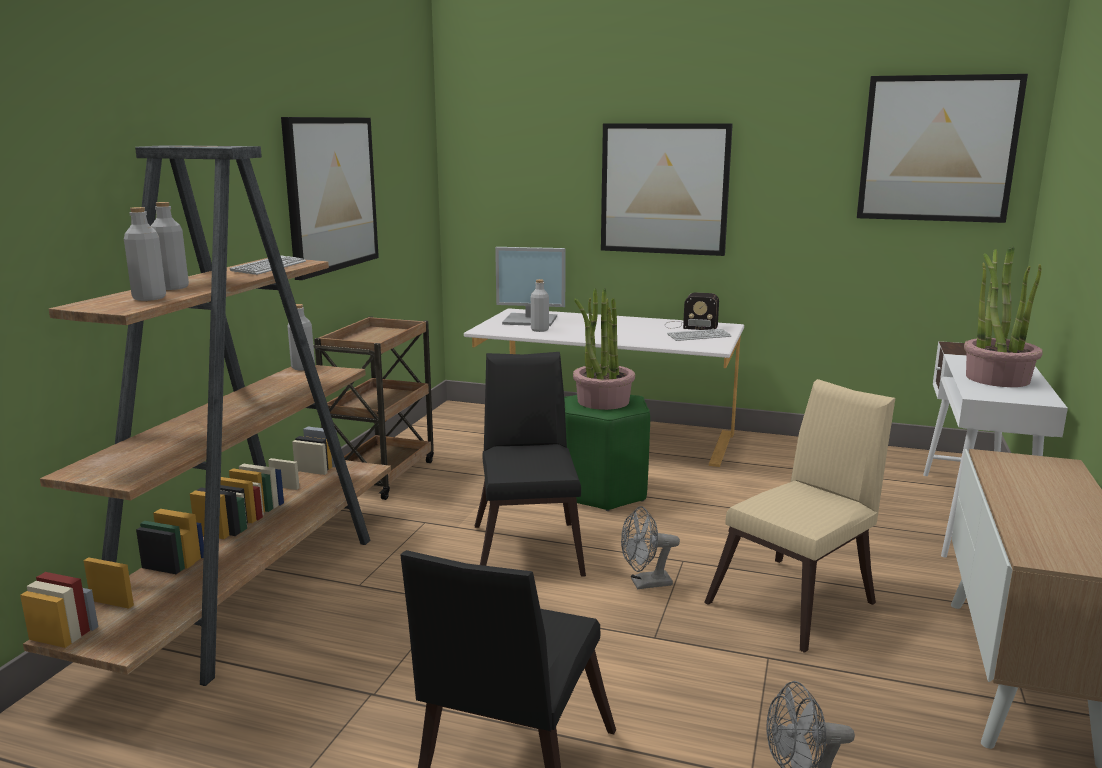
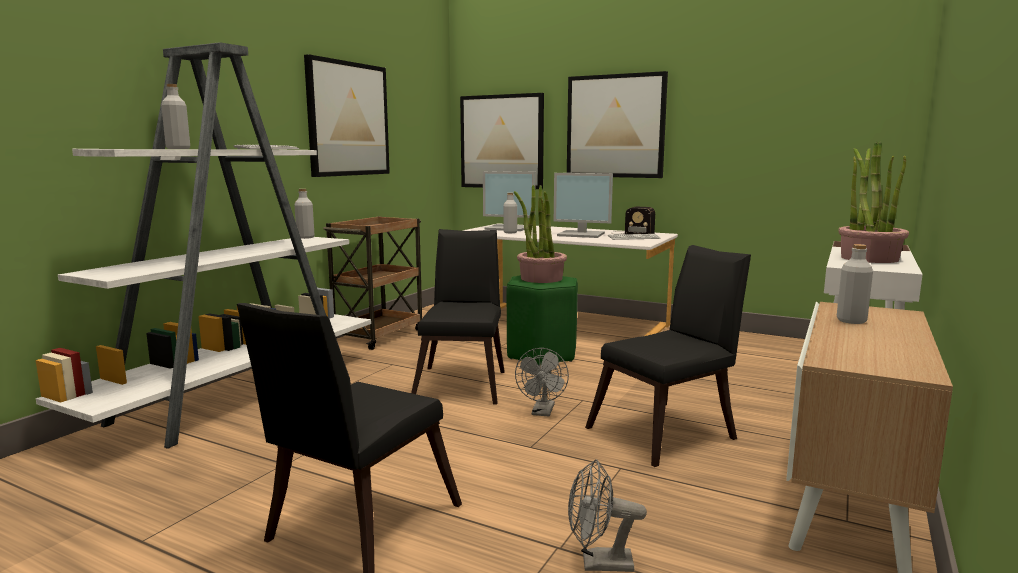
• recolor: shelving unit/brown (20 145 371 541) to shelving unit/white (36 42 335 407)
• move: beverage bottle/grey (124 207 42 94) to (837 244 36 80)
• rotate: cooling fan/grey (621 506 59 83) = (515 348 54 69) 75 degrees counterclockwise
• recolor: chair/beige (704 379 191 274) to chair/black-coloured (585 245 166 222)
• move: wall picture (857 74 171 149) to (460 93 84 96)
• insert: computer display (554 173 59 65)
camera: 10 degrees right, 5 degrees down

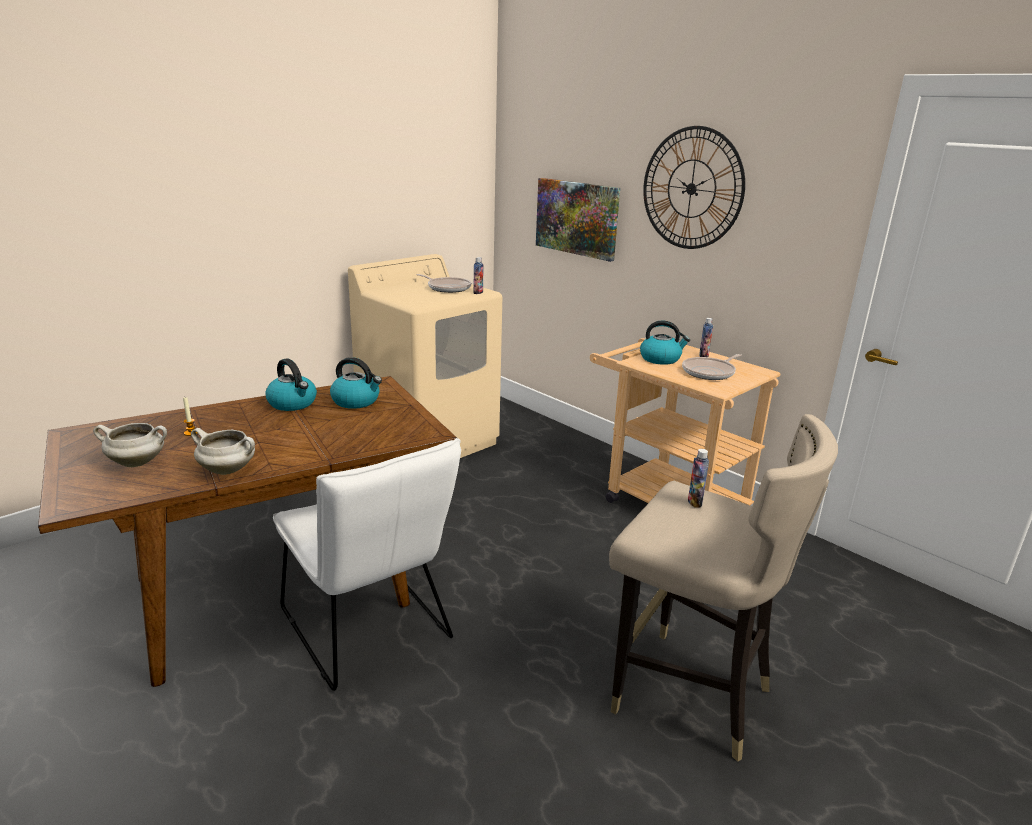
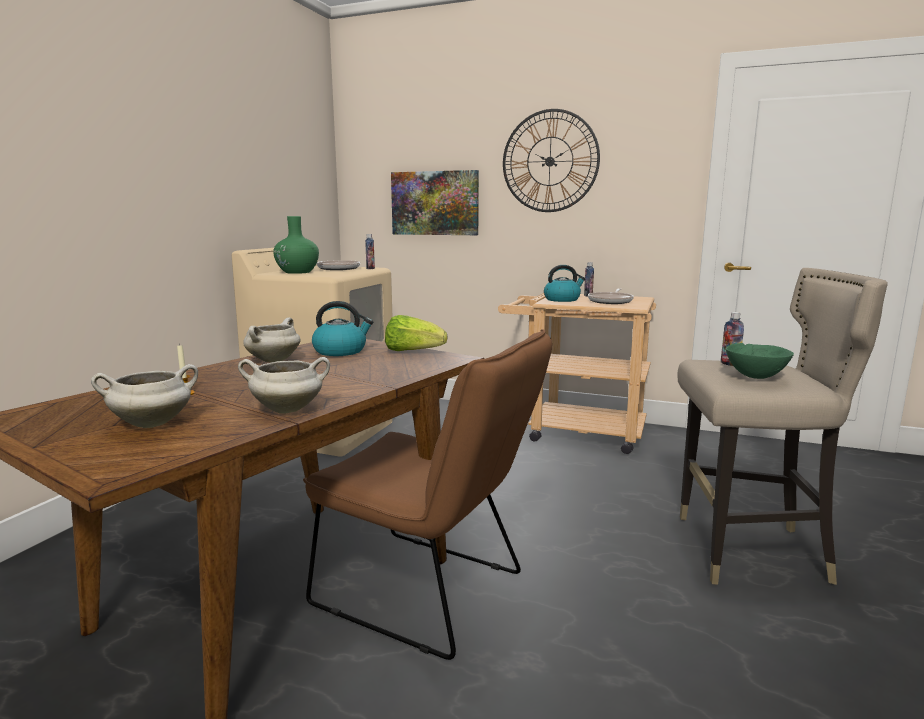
• replace: water kettle (265 359 52 52) to stockpot/white (243 318 58 44)
• recolor: chair/white (273 438 188 253) to chair/brown (303 329 249 331)
• insert: flower vase/greenish (273 216 46 58)
• insert: lettuce head (385 315 62 36)
• insert: deep dish/greenish (726 343 68 36)
camera: 25 degrees left, 10 degrees down

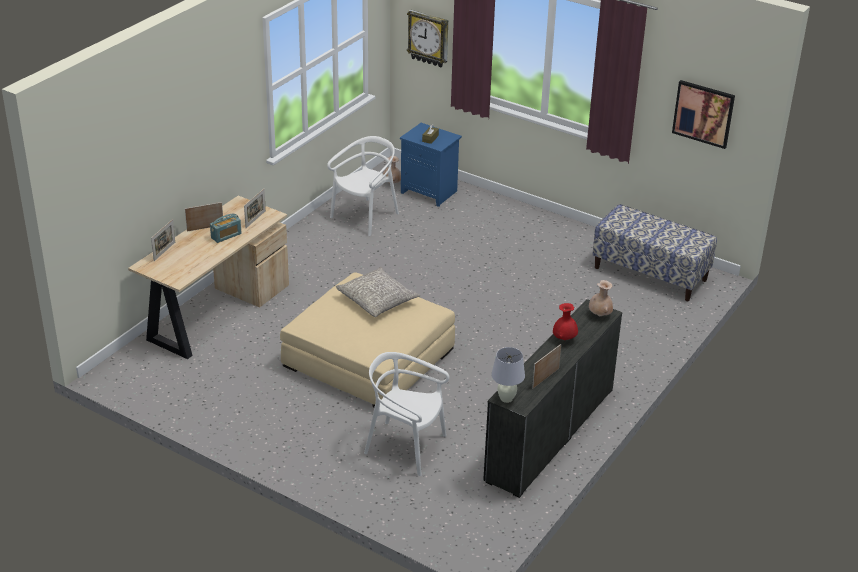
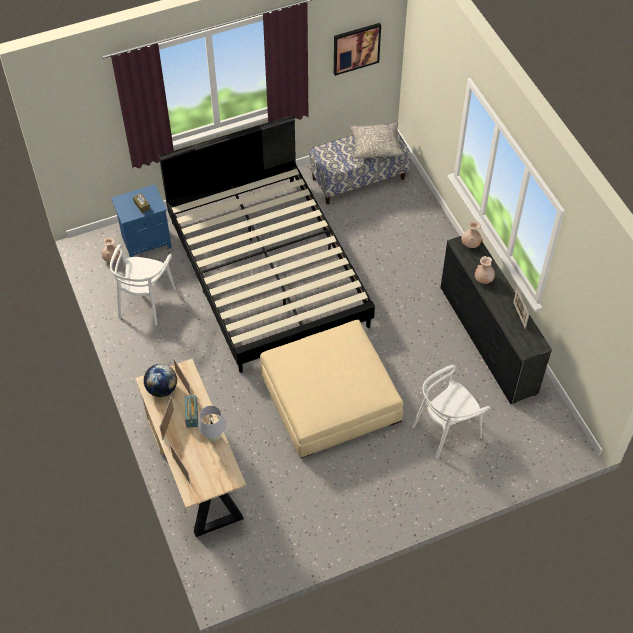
• rotate: chair/white (327 136 72 100) = (110 244 66 82) 150 degrees counterclockwise
• move: cushion/grey (336 267 84 50) to (349 123 55 36)
• delete: wall clock (407 9 41 58)
• move: lamp for a table/white (491 347 34 56) to (198 406 28 36)
• recolor: flower vase/red (553 303 25 37) to flower vase/beige (475 256 20 28)
• insert: world globe (144 364 33 33)
• insert: bed/black-coloured (159 115 216 258)
camera: 55 degrees left, 20 degrees up

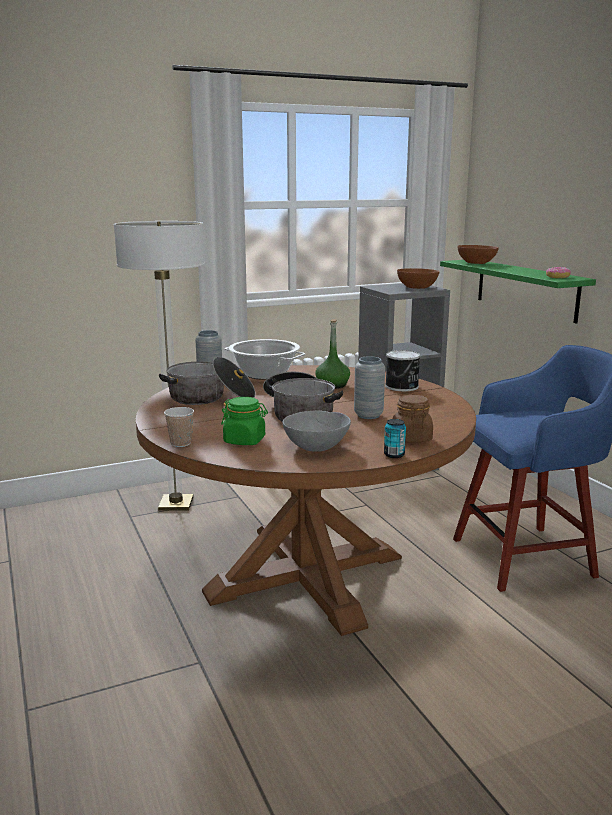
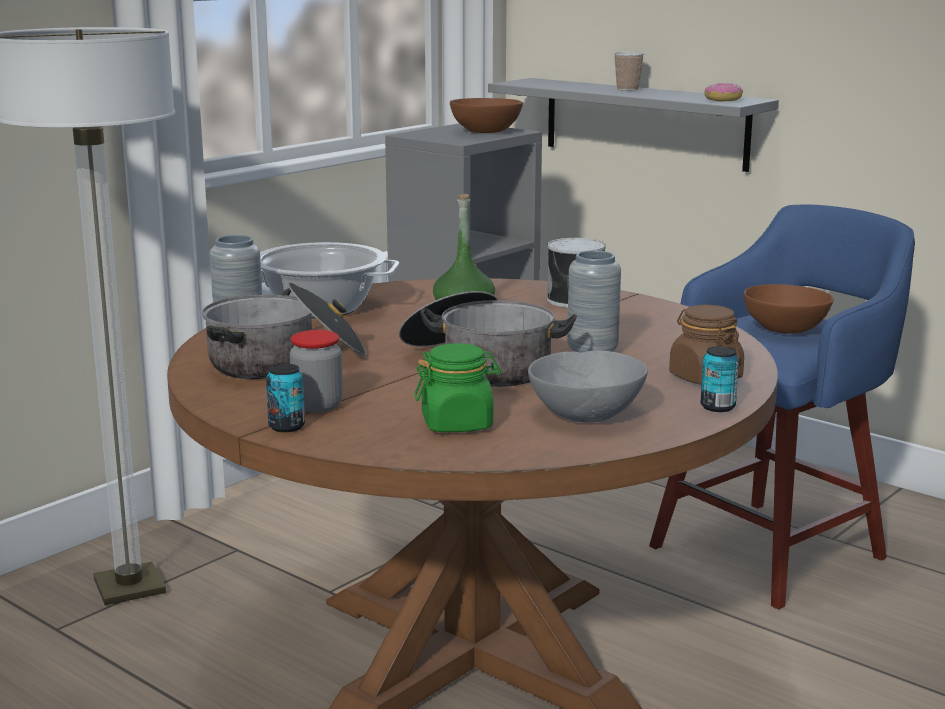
• move: cup (164 407 30 40) to (613 52 31 39)
• recolor: wall shelf/greenish (440 260 156 64) to wall shelf/grey (488 78 291 94)
• move: deep dish/brown (458 245 41 19) to (744 284 90 50)
• insert: metal can (266 364 39 68)
• insert: preserve jar (290 330 53 83)
camera: 25 degrees left, 0 degrees up

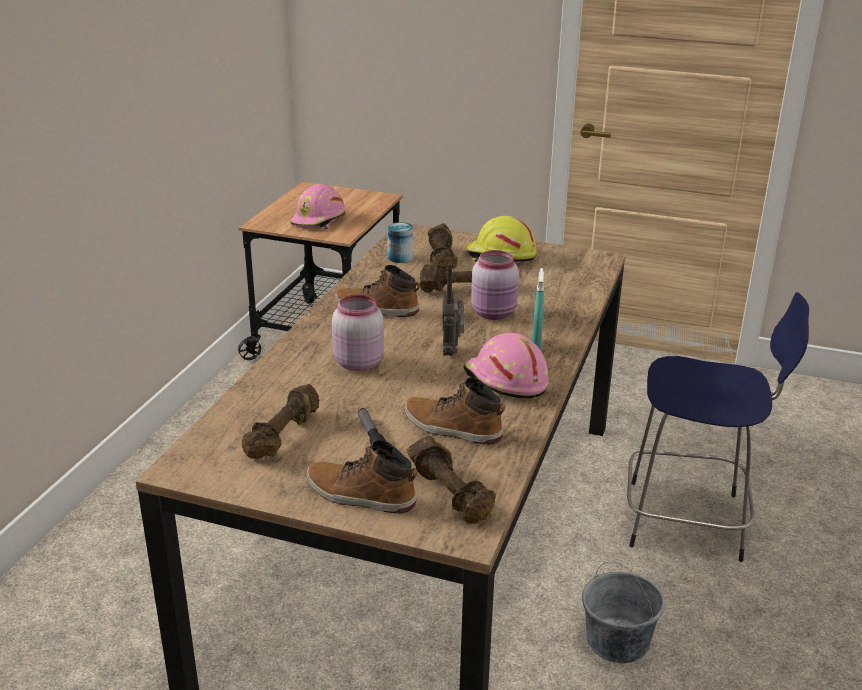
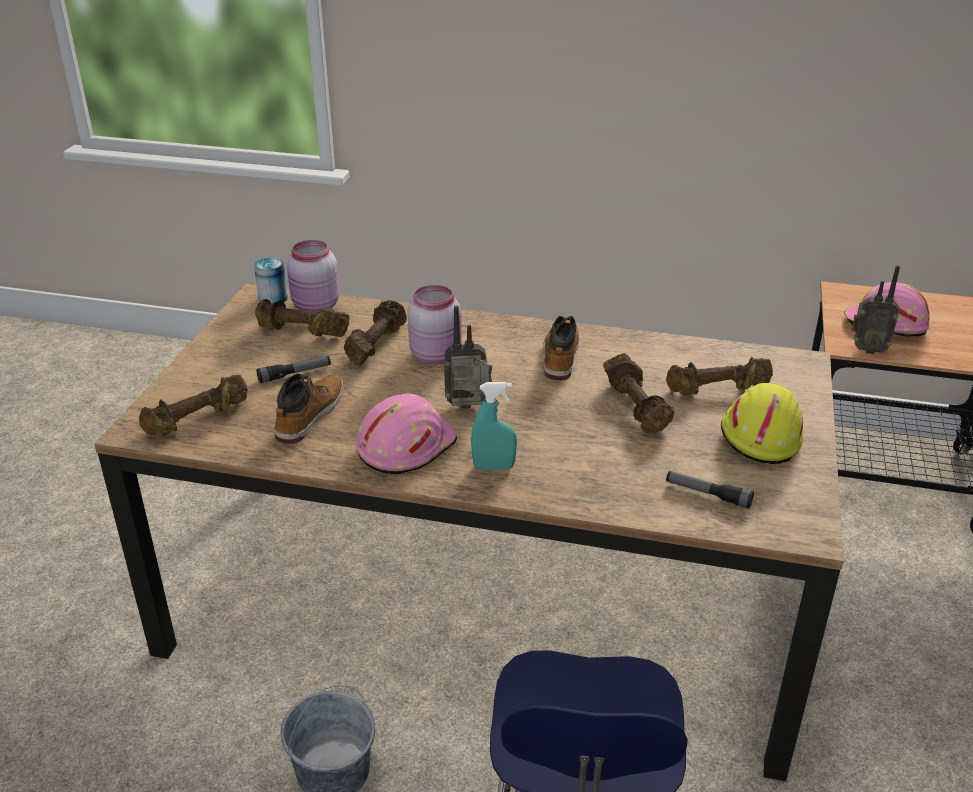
• delete: high-top boot (307 440 111 74)
• move: metal can (388 222 25 41) to (254 257 34 47)
• move: preserve jar/pink-coloured (471 250 48 70) to (287 240 52 73)
• insert: dumbbell/brown (344 300 63 65)
• insert: hand torch (666 471 88 38)
• insert: radio set (851 265 49 89)
camera: 85 degrees right, 5 degrees up

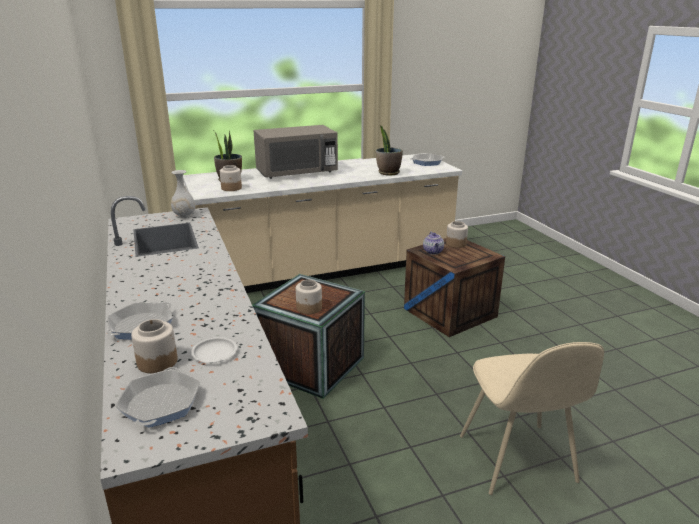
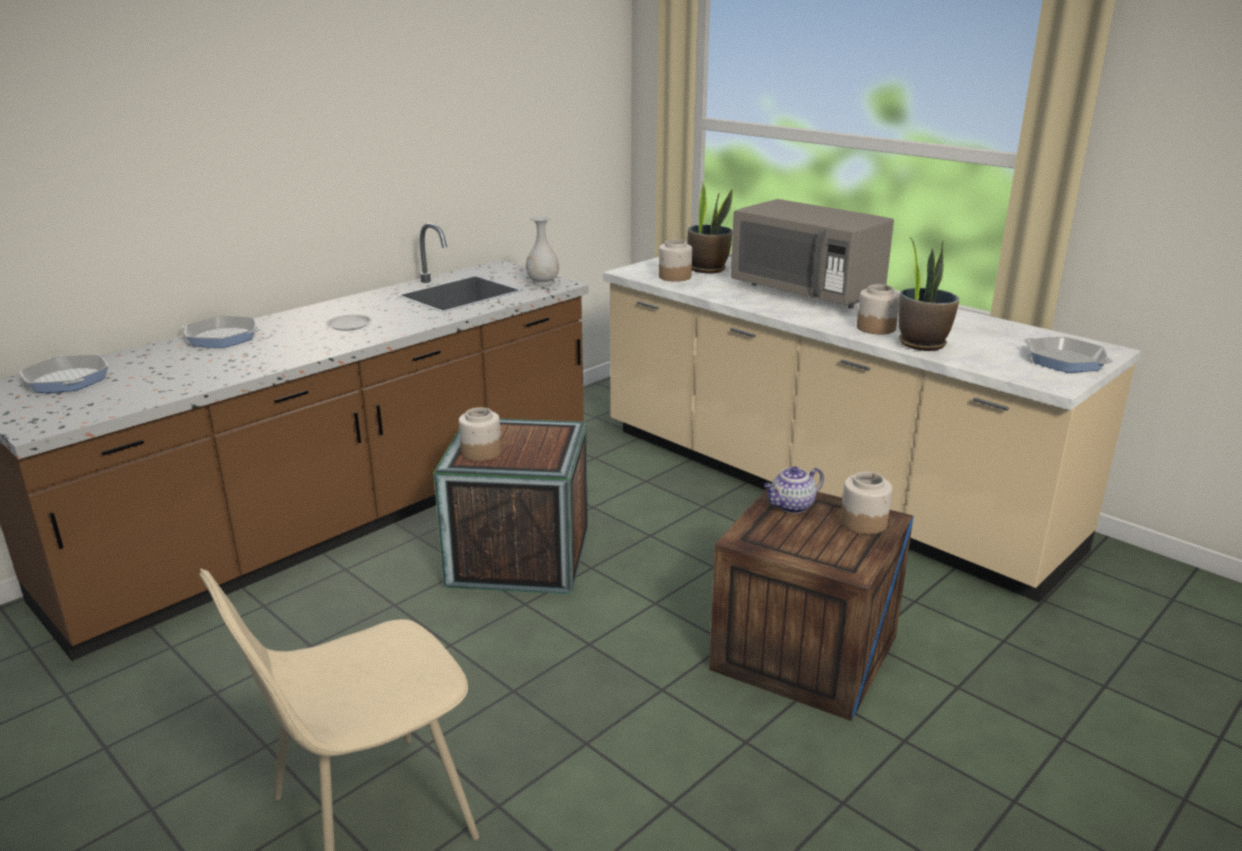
• rotate: pan (115 367 85 60) = (20 355 88 38) 105 degrees counterclockwise
• move: preserve jar (131 319 47 54) to (857 284 43 50)
• move: plate/white (191 337 46 26) to (326 315 46 16)
camera: 65 degrees right, 0 degrees up

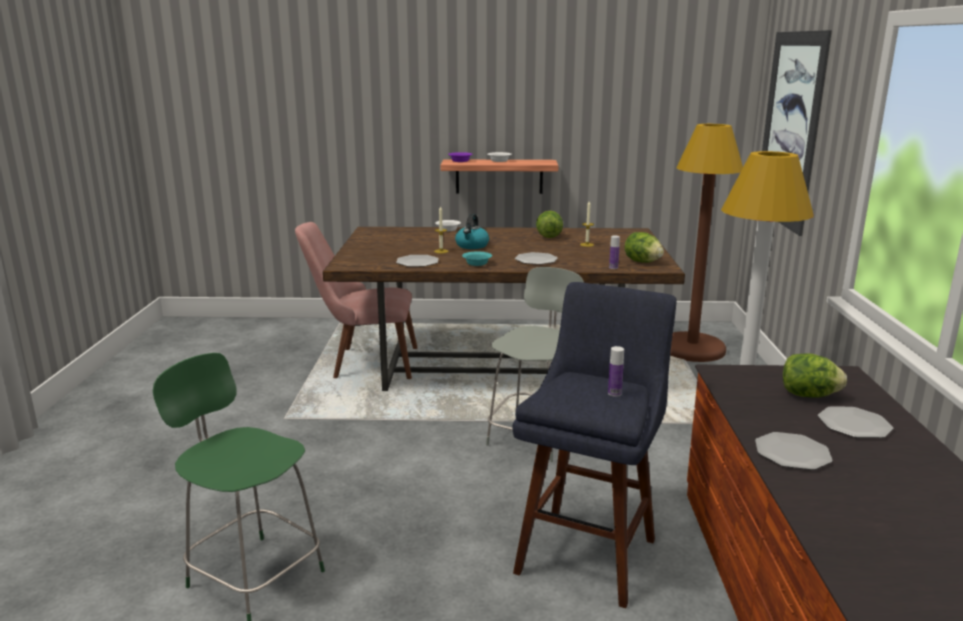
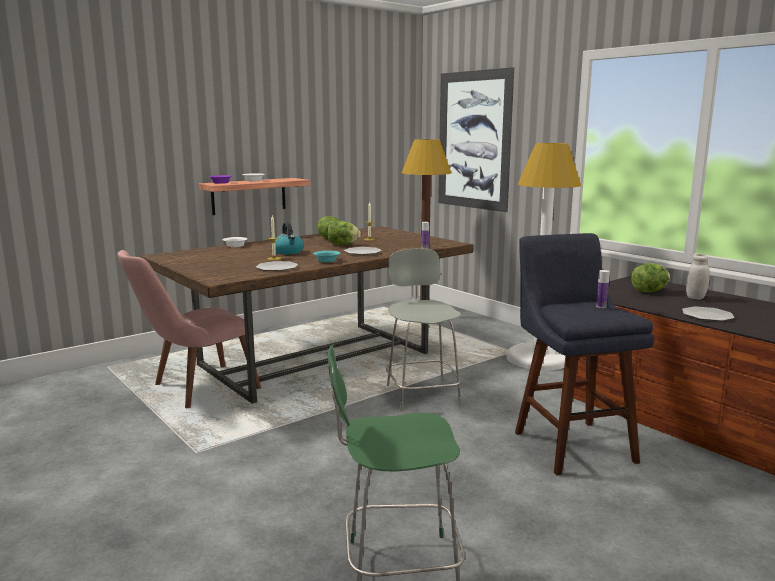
• move: lettuce head (624 232 40 31) to (327 221 34 24)
• replace: plate (818 407 76 31) to preserve jar/white (686 254 24 46)
camera: 40 degrees left, 5 degrees down

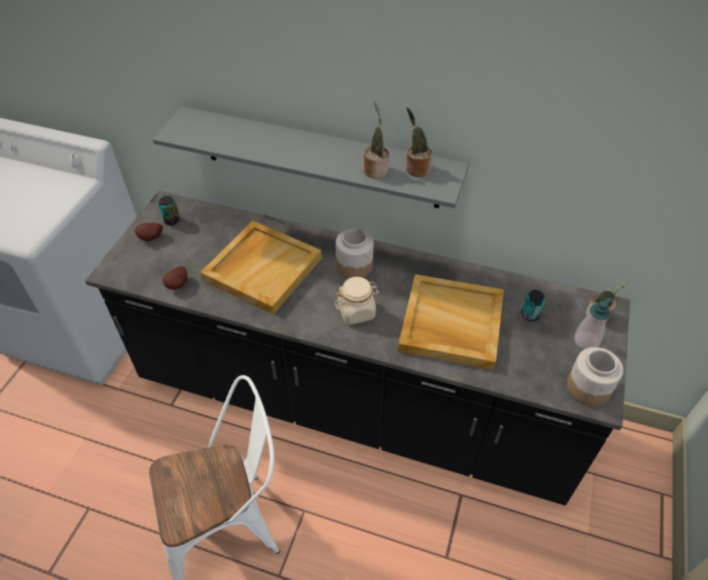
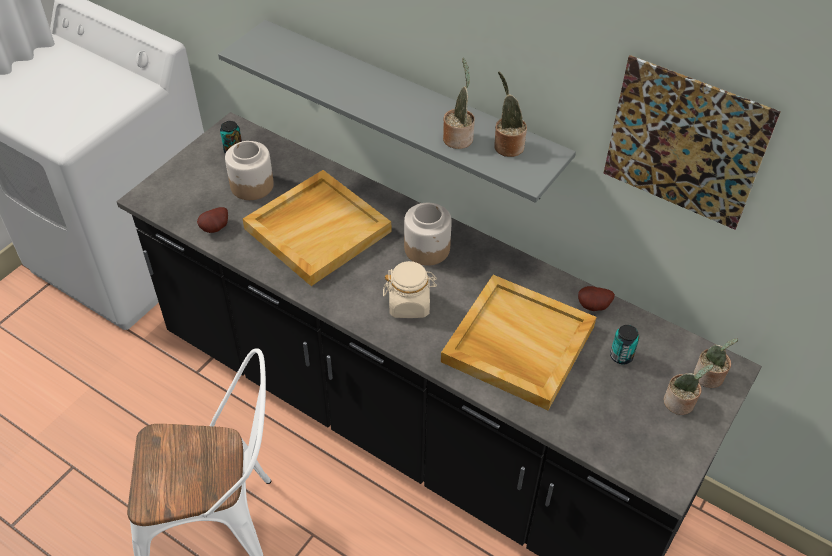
• move: potato (135 223 28 18) to (578 286 37 25)
• move: preserve jar (567 347 56 59) to (225 141 49 59)
• replace: soap bottle (574 298 37 52) to plant in a pot (664 364 50 51)
• insert: wall picture (604 55 177 175)
camera: 15 degrees right, 0 degrees up

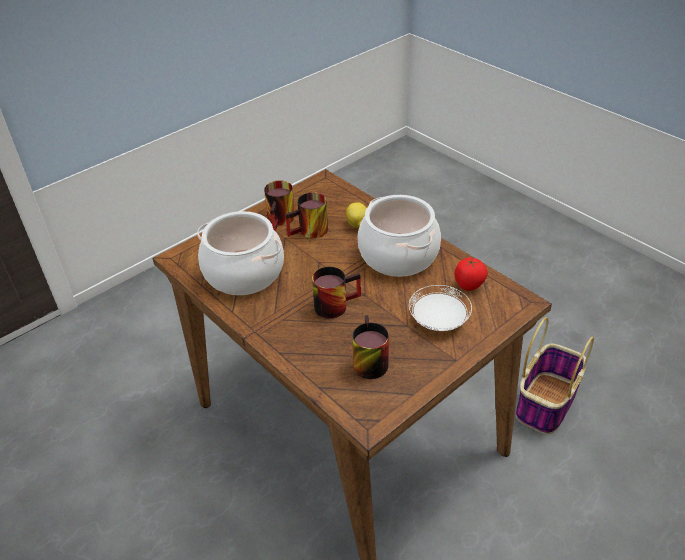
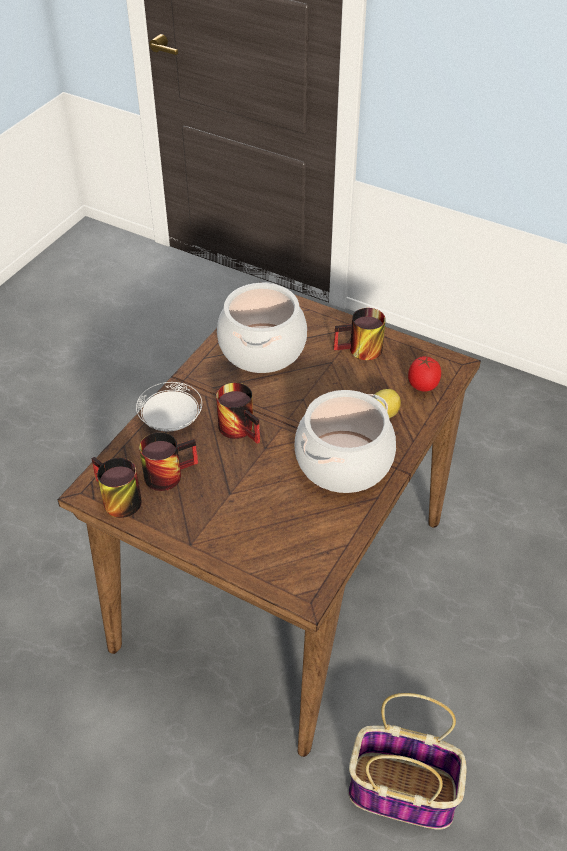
• move: coffee mug (285 192 43 46) to (92 457 50 61)
• move: plate/white (409 285 63 46) to (136 382 66 49)
• move: tomato (454 257 34 34) to (408 356 33 36)
camera: 70 degrees right, 5 degrees up

